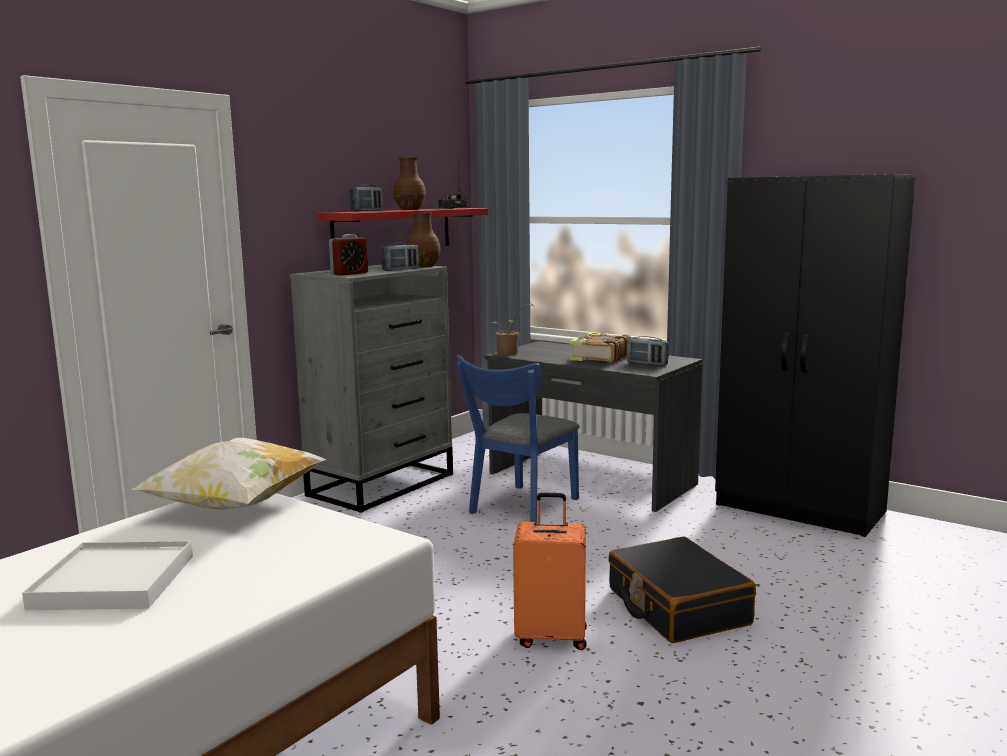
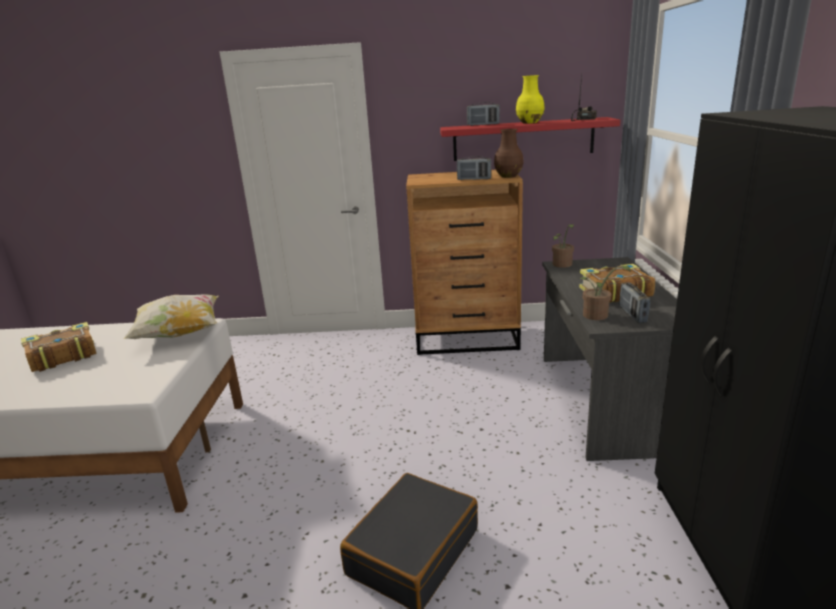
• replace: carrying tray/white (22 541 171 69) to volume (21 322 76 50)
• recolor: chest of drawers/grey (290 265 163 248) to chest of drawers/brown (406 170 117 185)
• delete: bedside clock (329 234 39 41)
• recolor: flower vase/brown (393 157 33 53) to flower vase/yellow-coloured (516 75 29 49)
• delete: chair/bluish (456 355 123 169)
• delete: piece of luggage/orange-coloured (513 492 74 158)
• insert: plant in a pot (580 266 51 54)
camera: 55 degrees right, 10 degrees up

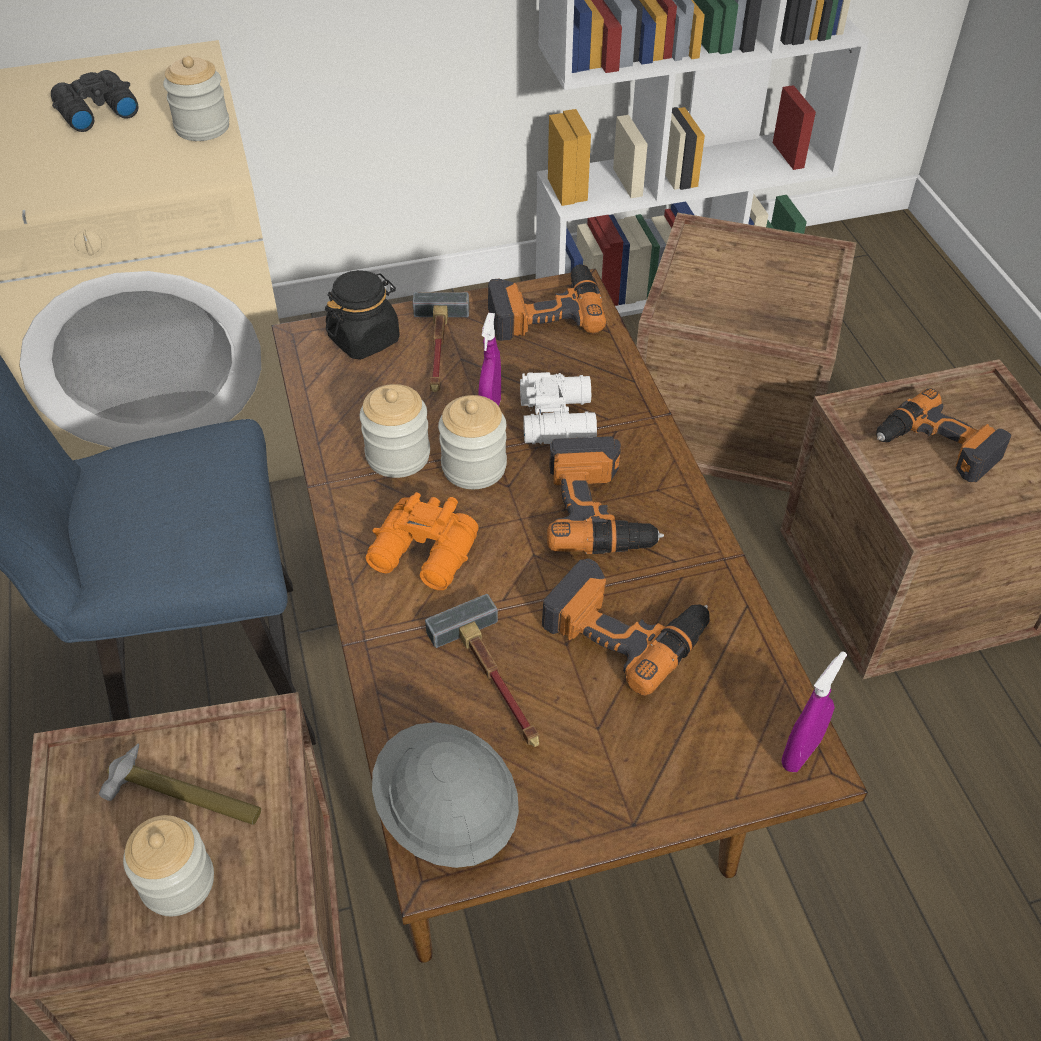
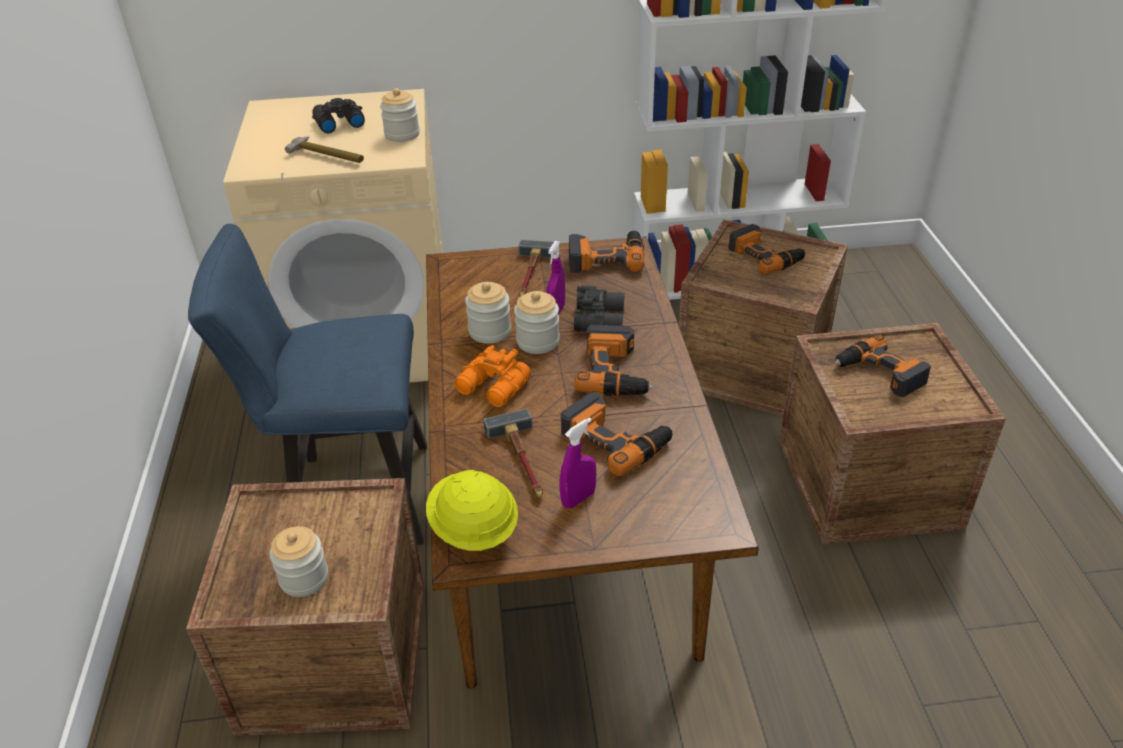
• move: hammer (99 744 162 81) to (285 136 79 27)
• delete: preserve jar/black-coloured (325 270 75 89)
• recolor: work helmet/grey (372 722 147 146) to work helmet/yellow-coloured (426 470 92 81)
• recolor: field glasses/white (520 372 77 72) to field glasses/black-coloured (574 285 50 47)
• move: sprayer/purple-coloured (782 651 65 121) to (559 417 37 91)
• insert: electric drill (728 224 78 51)
camera: 10 degrees right, 10 degrees down

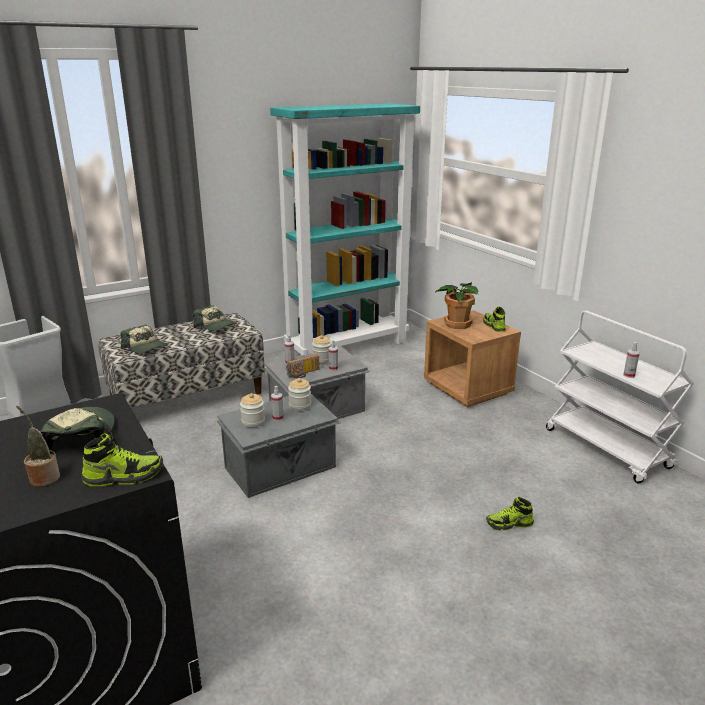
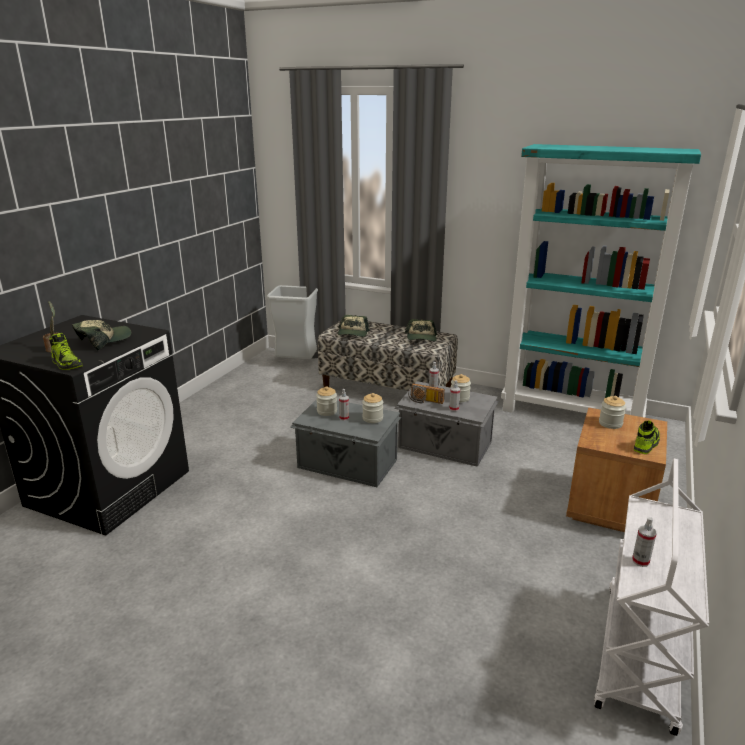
• replace: plant in a pot (435 282 44 47) to preserve jar (599 396 27 33)
• delete: low shoe (486 497 48 34)
camera: 55 degrees right, 0 degrees up

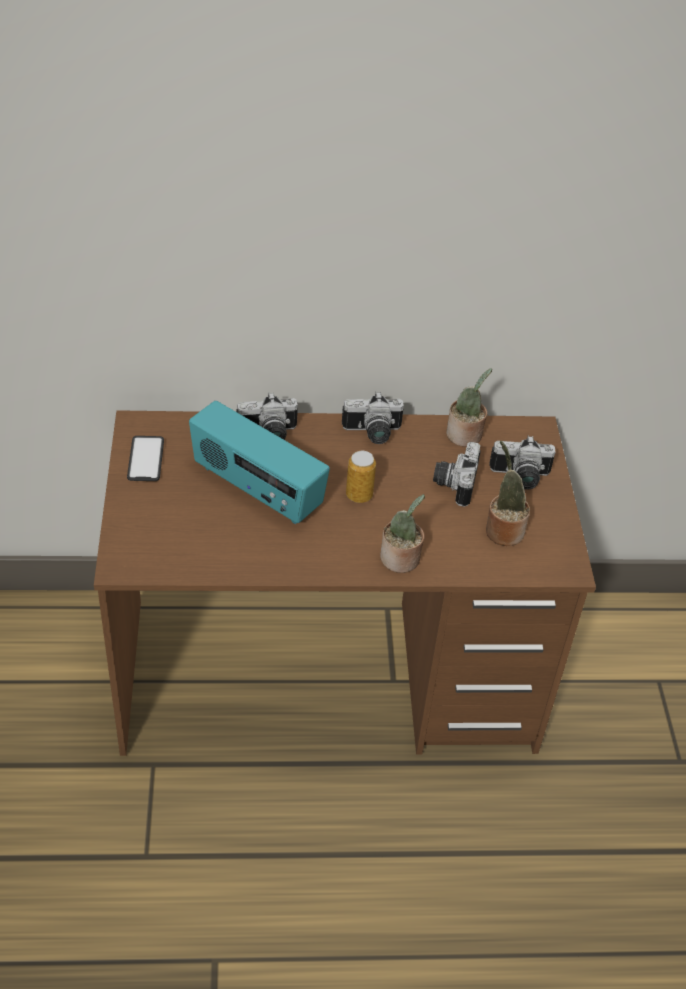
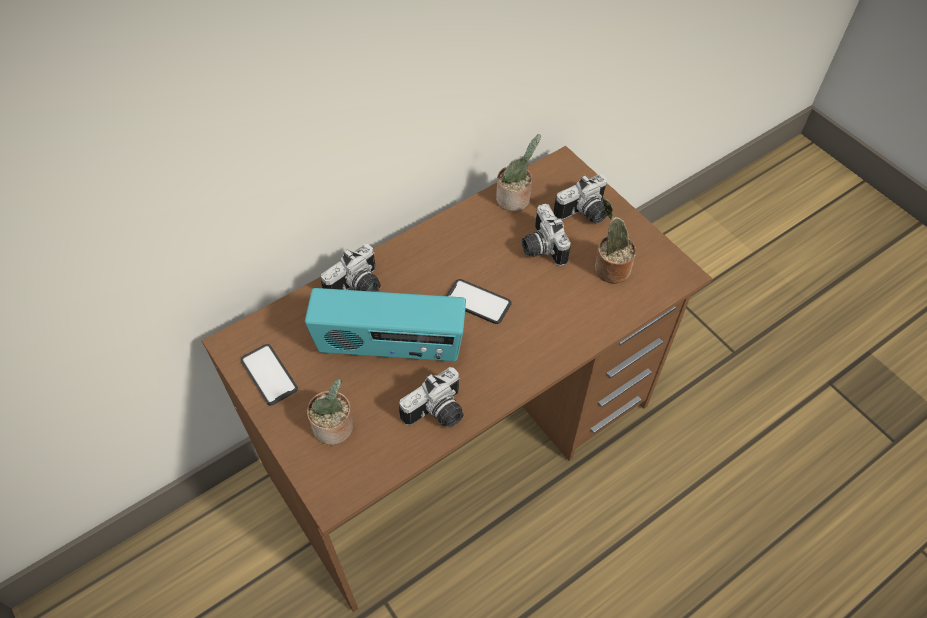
• move: photo camera (342 392 62 52) to (399 367 65 61)
• replace: metal can (346 451 30 52) to telephone (446 279 66 45)
• move: plant in a pot (380 494 45 79) to (307 378 47 67)
camera: 30 degrees left, 10 degrees up

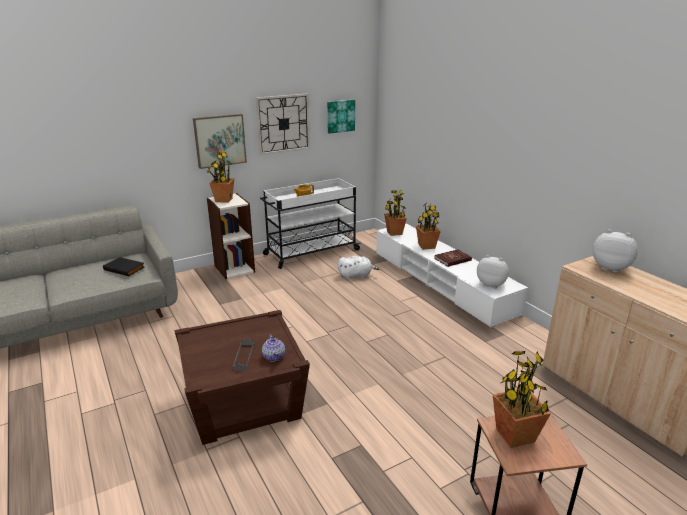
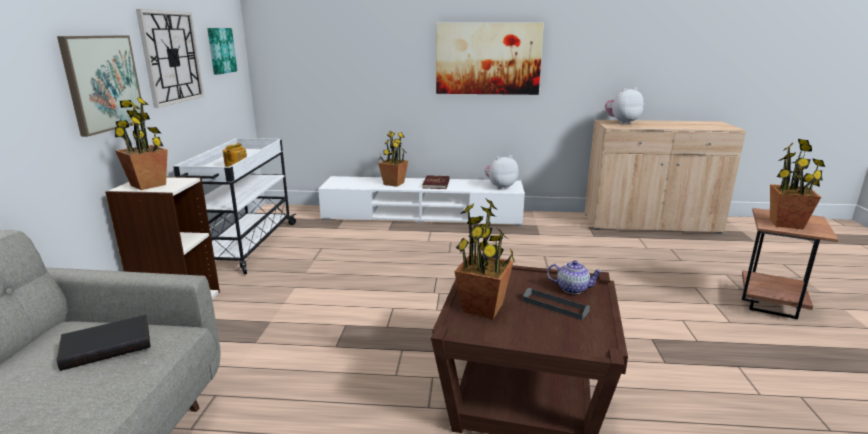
• delete: plush toy/white (338 256 42 23)
• move: plant in a pot (384 190 23 46) to (454 199 61 120)
• insert: wall picture (436 23 108 72)
camera: 55 degrees left, 5 degrees down

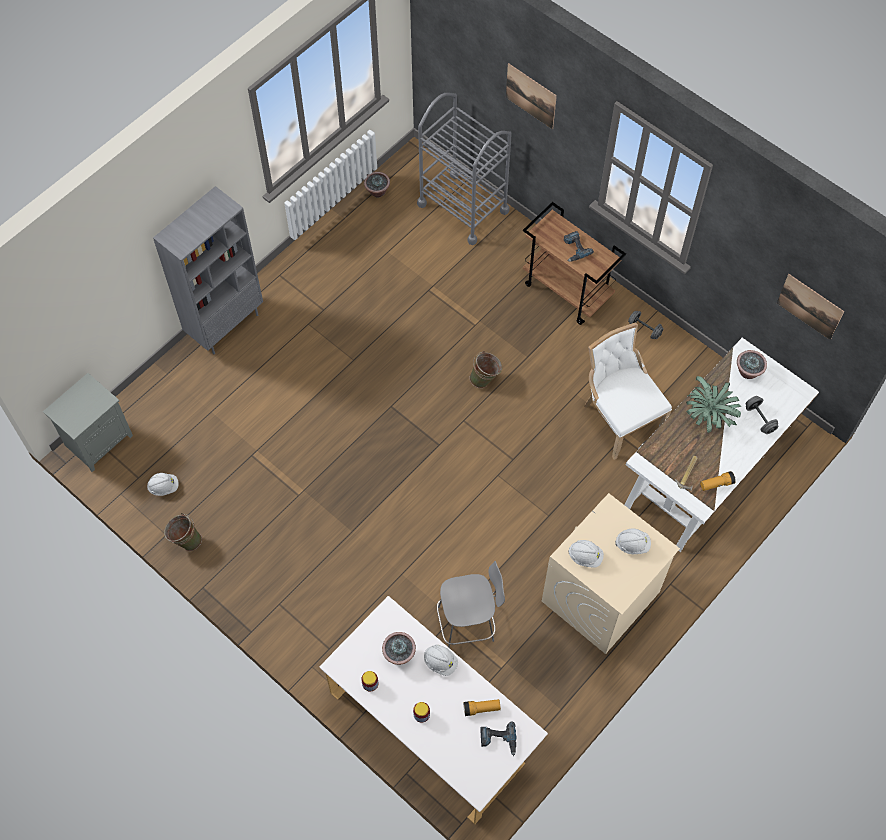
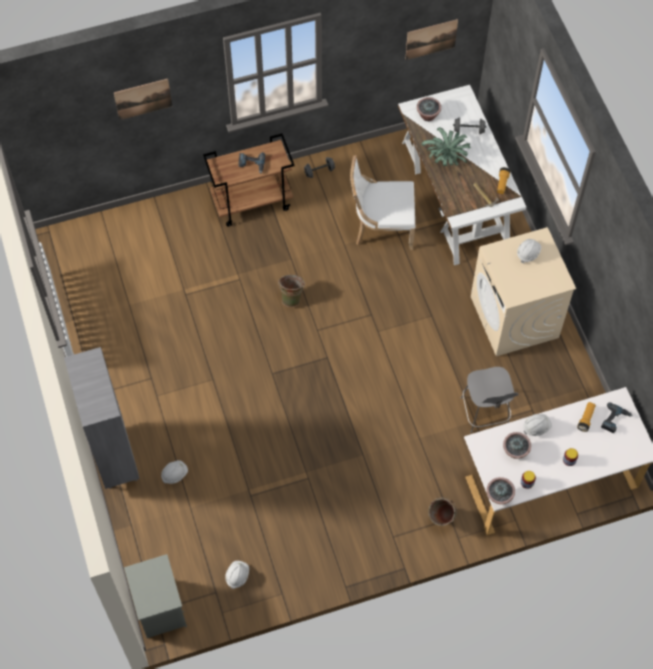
• move: bucket/greenish (164 513 38 38) to (428 497 29 29)
• move: plant in a pot (364 172 26 25) to (487 477 28 27)
• delete: trolley/grey (417 93 95 152)
• rotate: chair/grey (437 561 68 87) = (461 367 57 66) 150 degrees clockwise
• move: work helmet/white (568 540 36 28) to (161 460 27 24)
camera: 60 degrees left, 0 degrees up

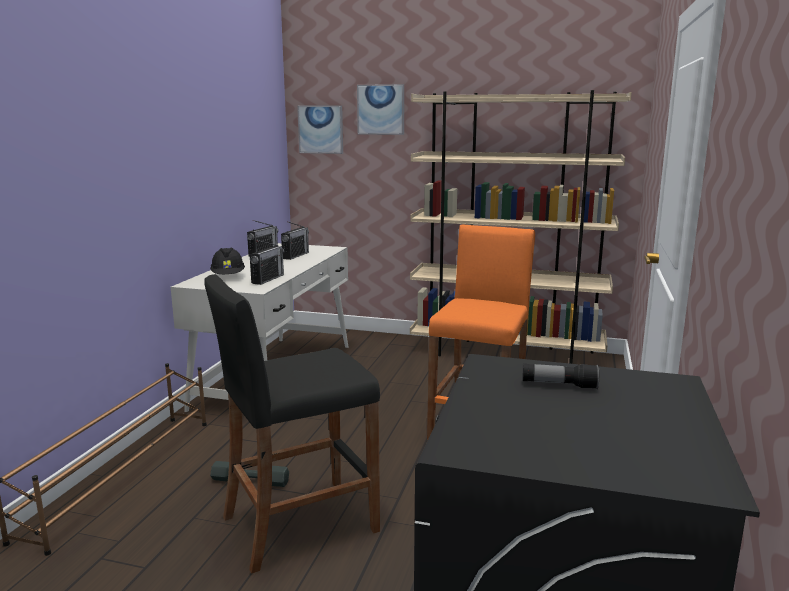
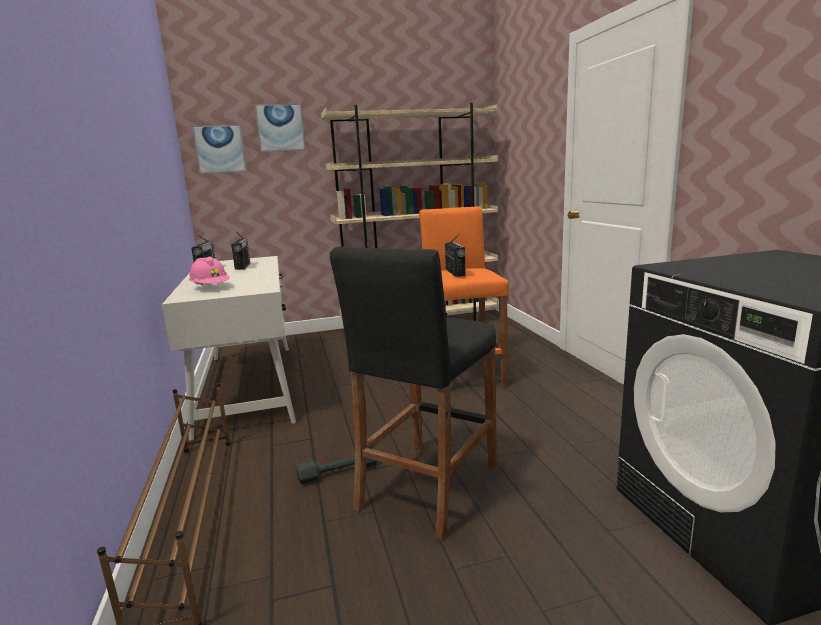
• recolor: work helmet/black-coloured (210 248 35 26) to work helmet/pink-coloured (189 257 41 28)
• move: radio set (250 240 34 45) to (445 235 21 42)
• delete: hand torch (523 363 76 26)
camera: 30 degrees left, 0 degrees up

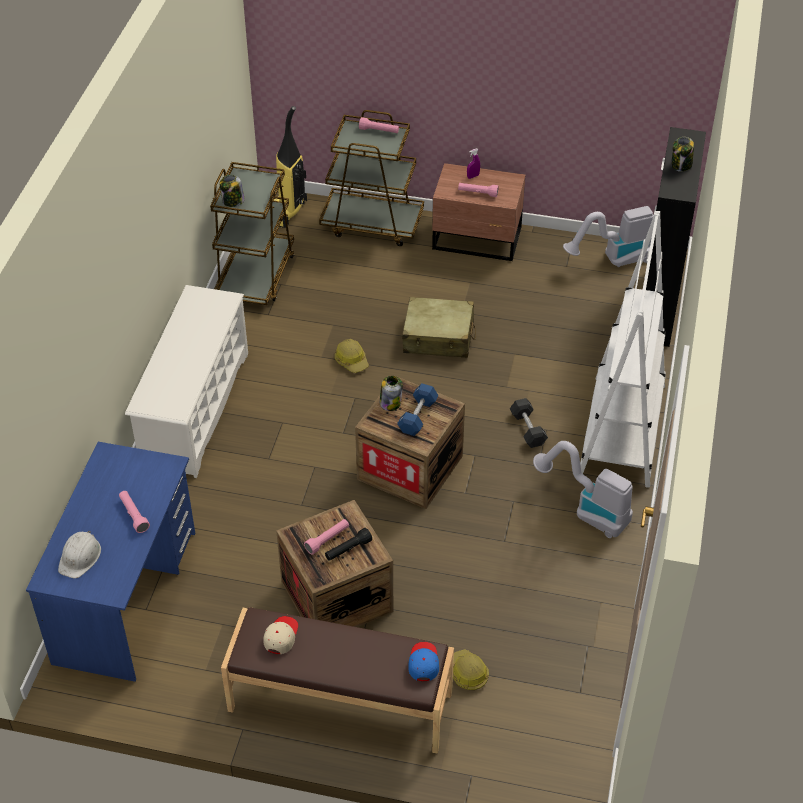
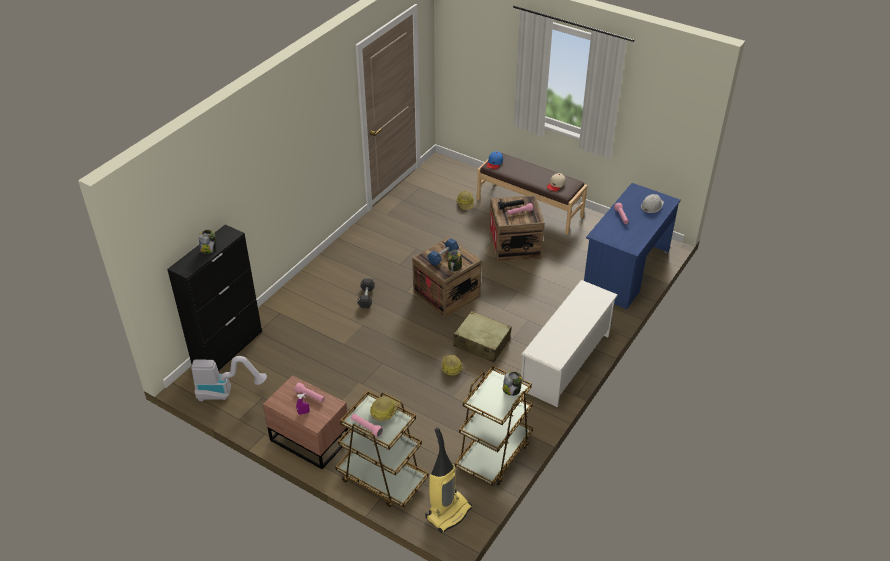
• move: piece of luggage/beige (402 297 74 61) to (453 311 59 52)
• delete: vacuum cleaner (533 441 100 97)
• delete: shelving unit/white (580 211 86 277)
• insert: work helmet (370 396 30 25)
camera: 160 degrees left, 5 degrees down

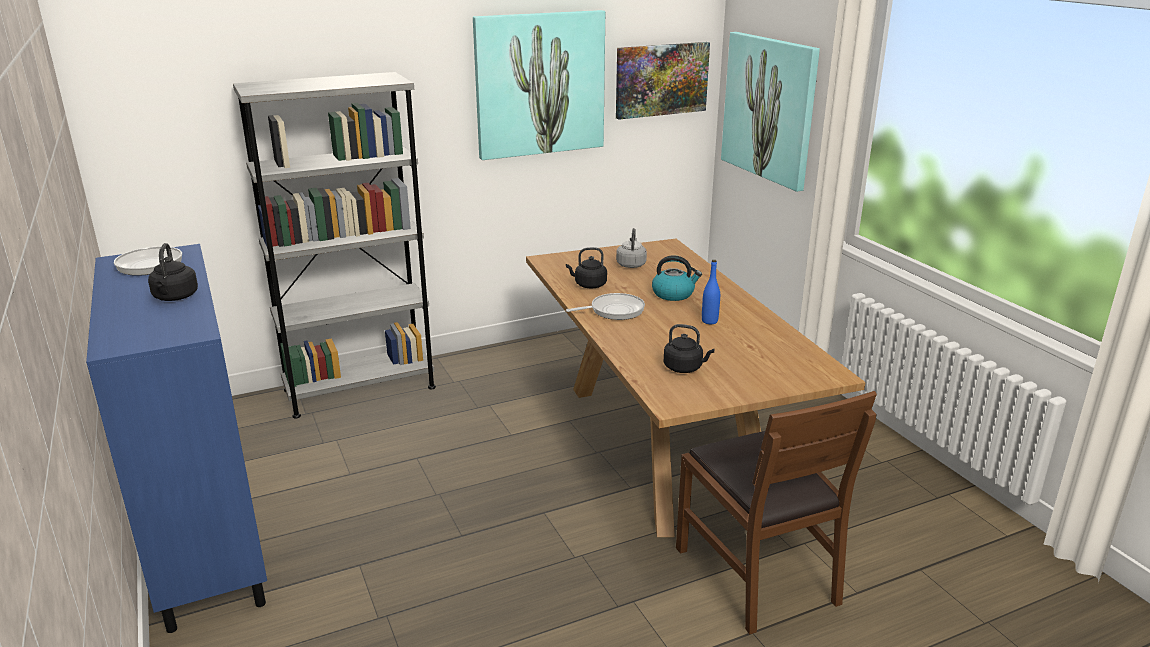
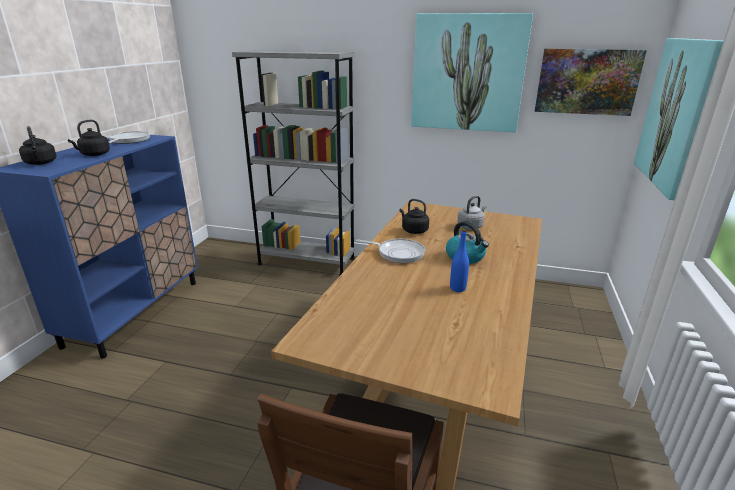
• move: water kettle/black-coloured (664 324 51 49) to (19 126 38 39)
camera: 40 degrees right, 0 degrees up

